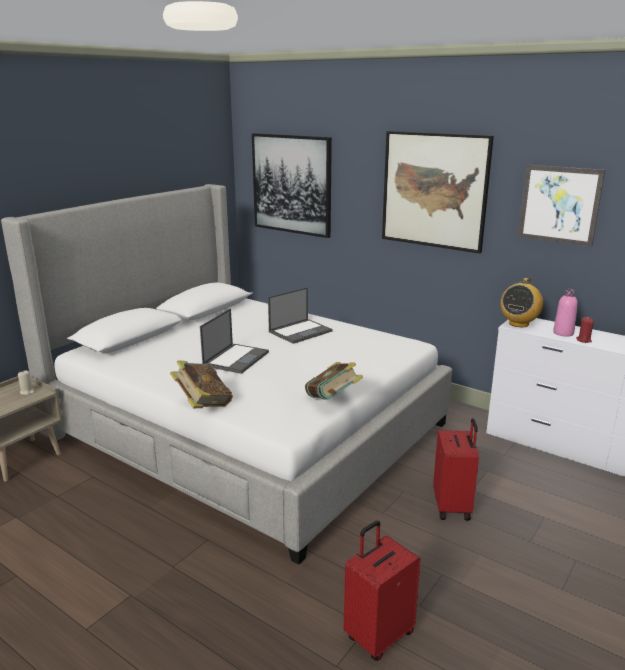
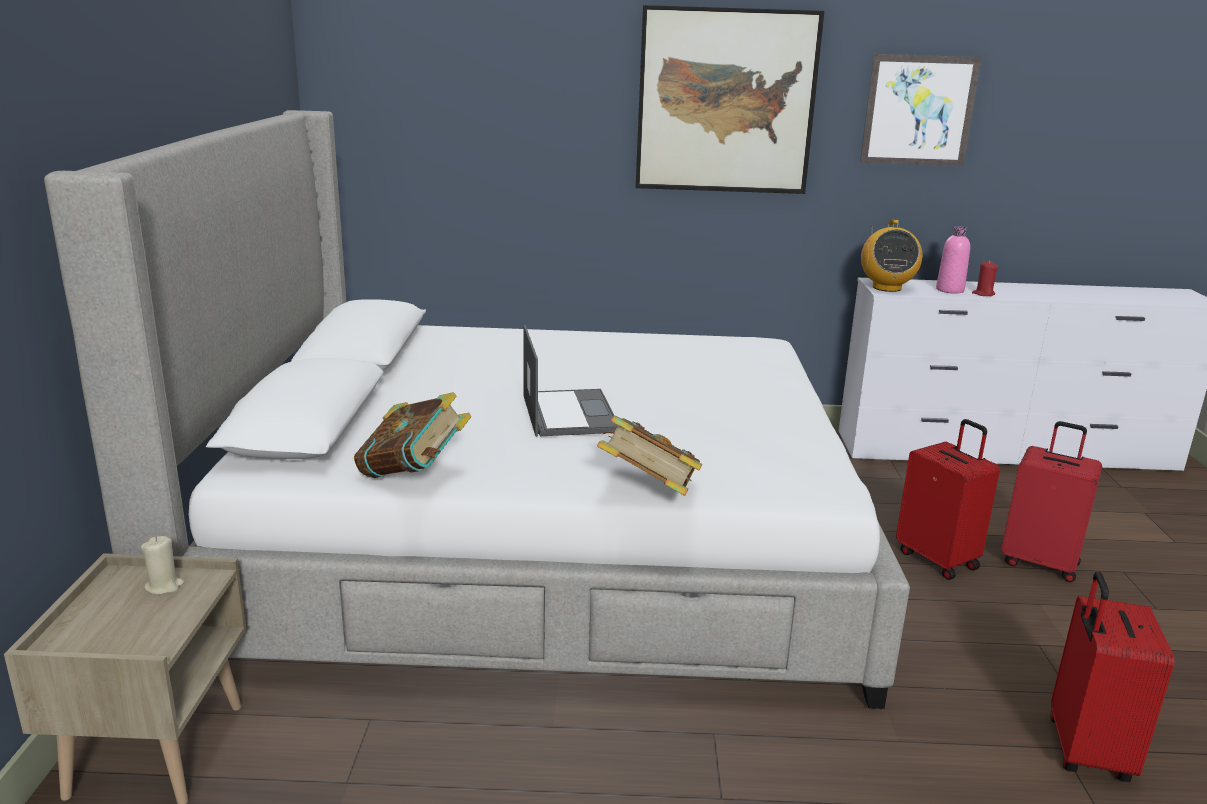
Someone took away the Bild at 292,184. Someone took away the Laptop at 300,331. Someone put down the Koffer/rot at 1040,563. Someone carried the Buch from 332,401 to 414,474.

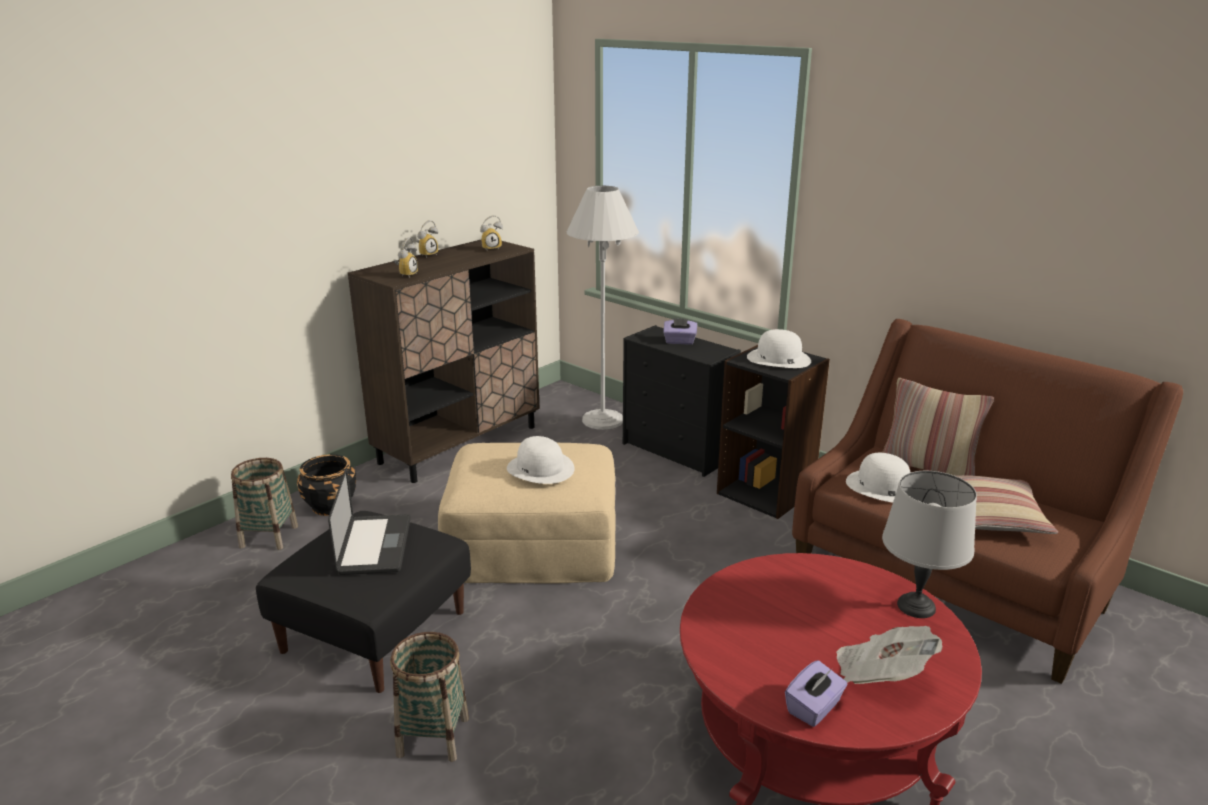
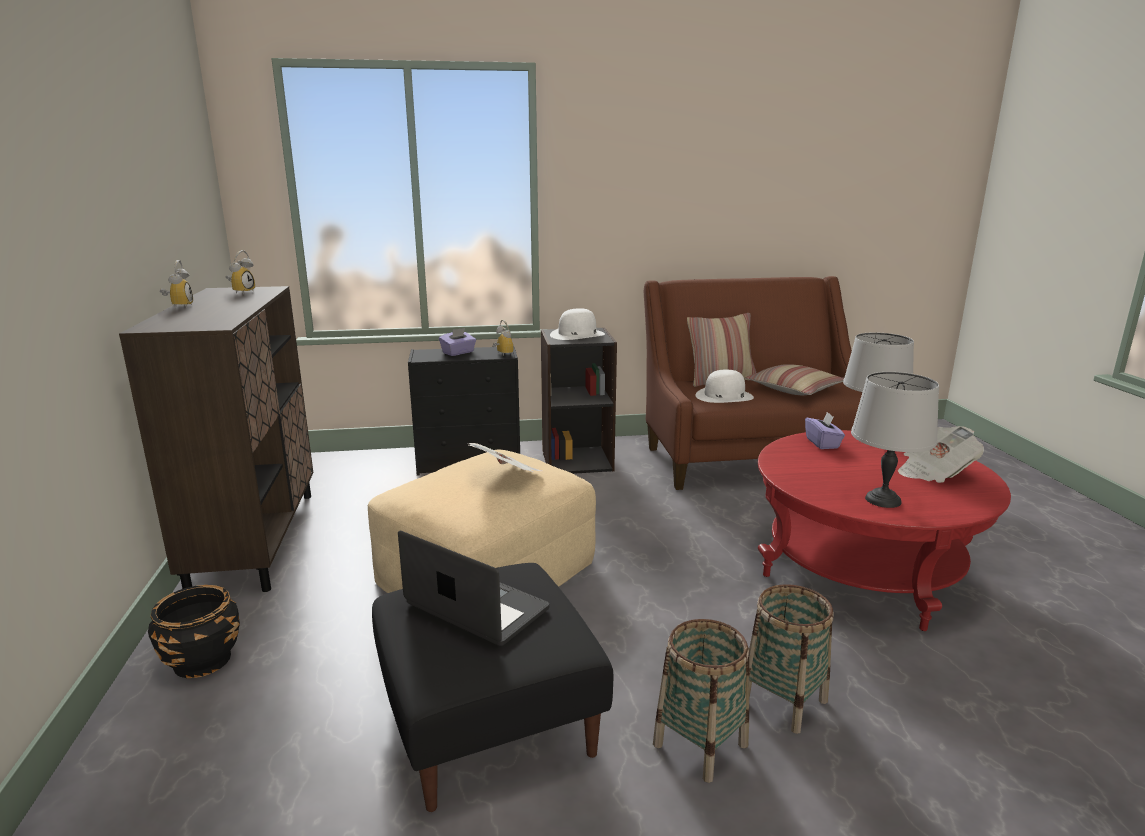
Someone took away the Stehlampe/weiß at 602,420. Someone put down the Tischlampe/grau at 882,499. Someone carried the Korb from 269,536 to 783,701. Someone carried the Wecker from 406,274 to 501,354. Someone carried the Taschentuchbox/lila from 814,708 to 822,443. Someone swapped the Hut/weiß at 540,468 for the Zeitung at 506,476.

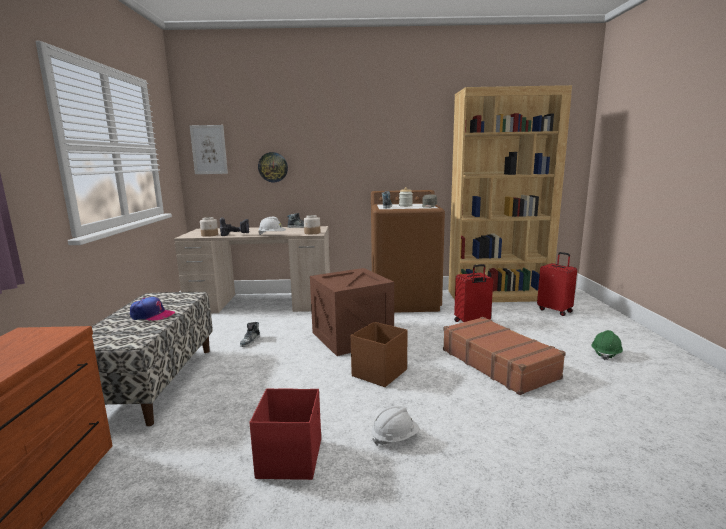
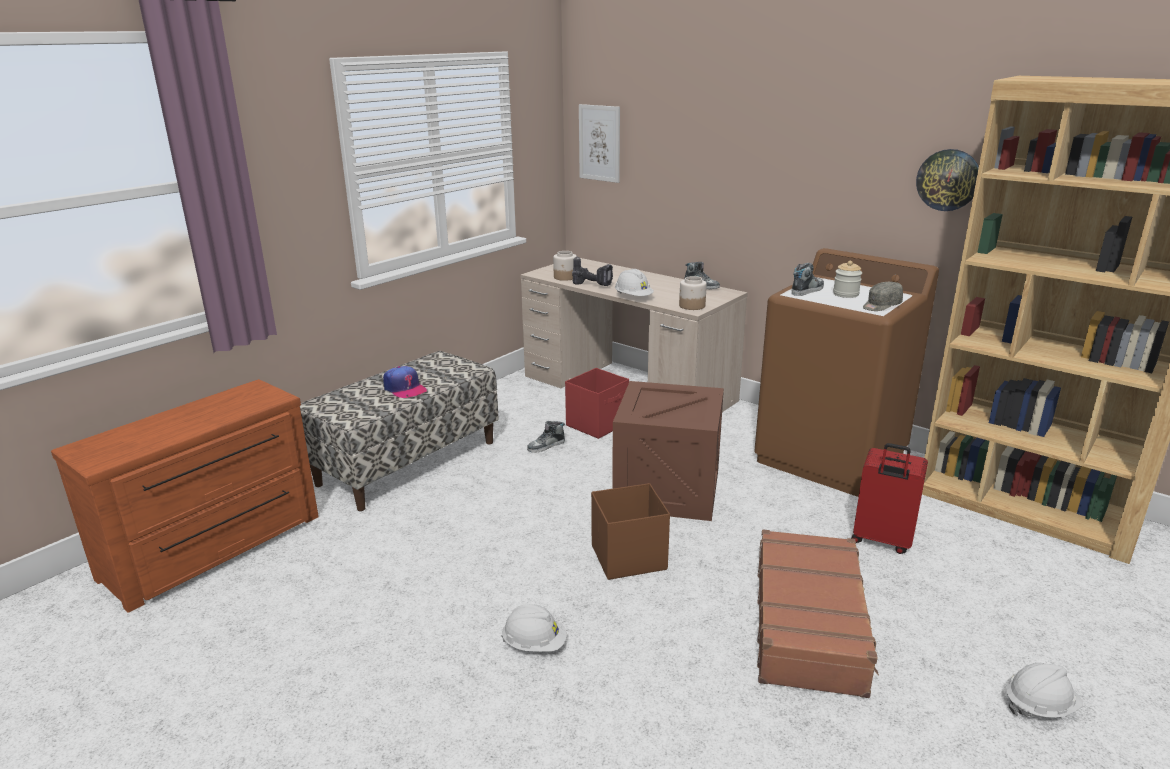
Someone took away the Koffer/rot at 555,310. Someone carried the Aufbewahrungsbox/rot from 291,458 to 598,424. Someone carried the Wanduhr from 273,167 to 948,180. Someone repainted the Schutzhelm/grün at 606,354, which became the Schutzhelm/weiß at 1039,706.

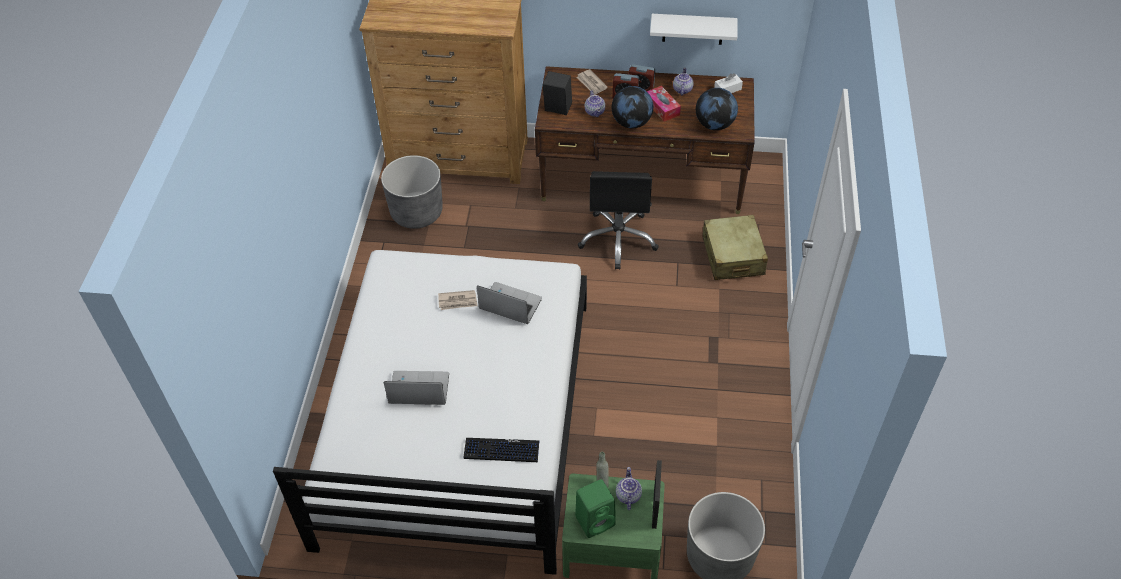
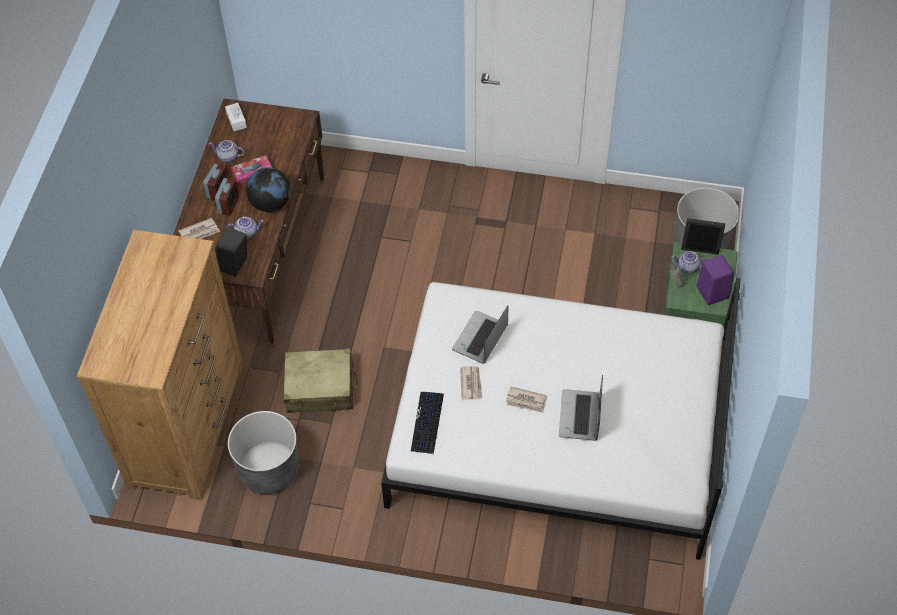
Someone took away the Bürostuhl/schwarz at 618,239. Someone took away the Wandregal/weiß at 693,29. Someone took away the Globus at 714,124. Someone put down the Zeitung at 526,401. Someone carried the Tastatur from 501,450 to 427,423. Someone carried the Koffer/beige from 732,256 to 320,388. Someone repainted the Lautsprecher/grün at 596,520, which became the Lautsprecher/lila at 711,291.

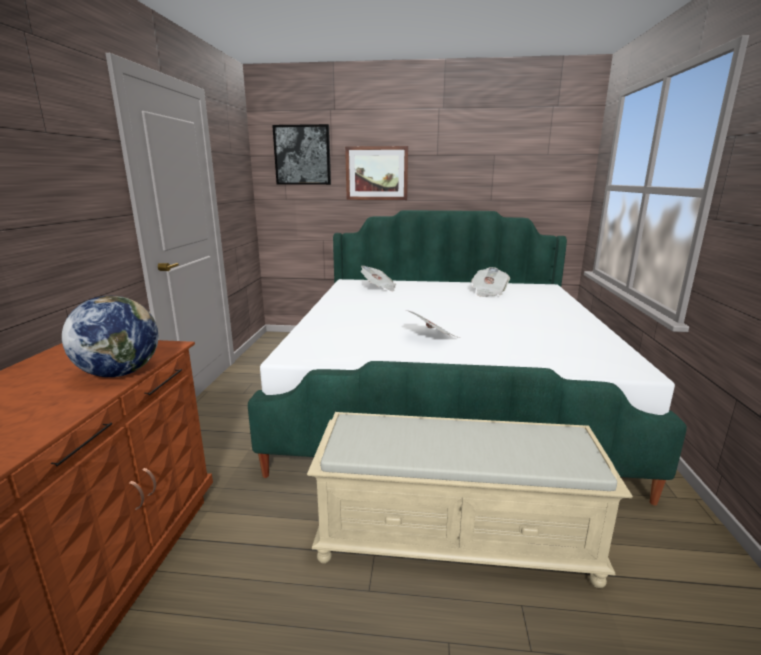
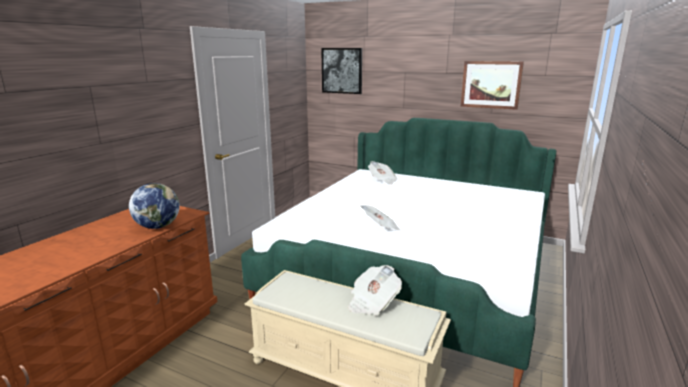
Someone carried the Bild from 376,173 to 491,84. Someone carried the Zeitung from 488,292 to 372,303.

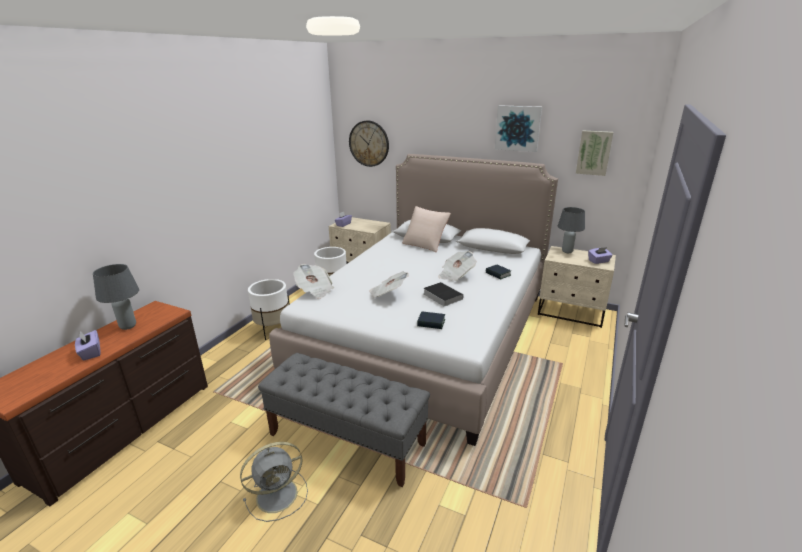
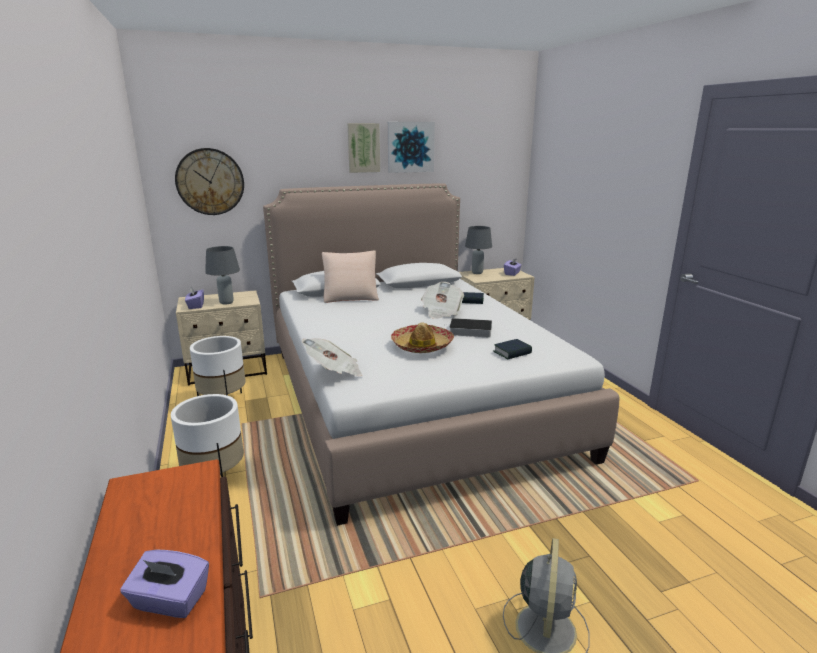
Someone took away the Bank/grau at 347,439. Someone carried the Tischlampe/grau from 127,326 to 226,303. Someone carried the Bild from 594,152 to 363,148. Someone swapped the Zeitung at 388,294 for the Hut at 422,345.

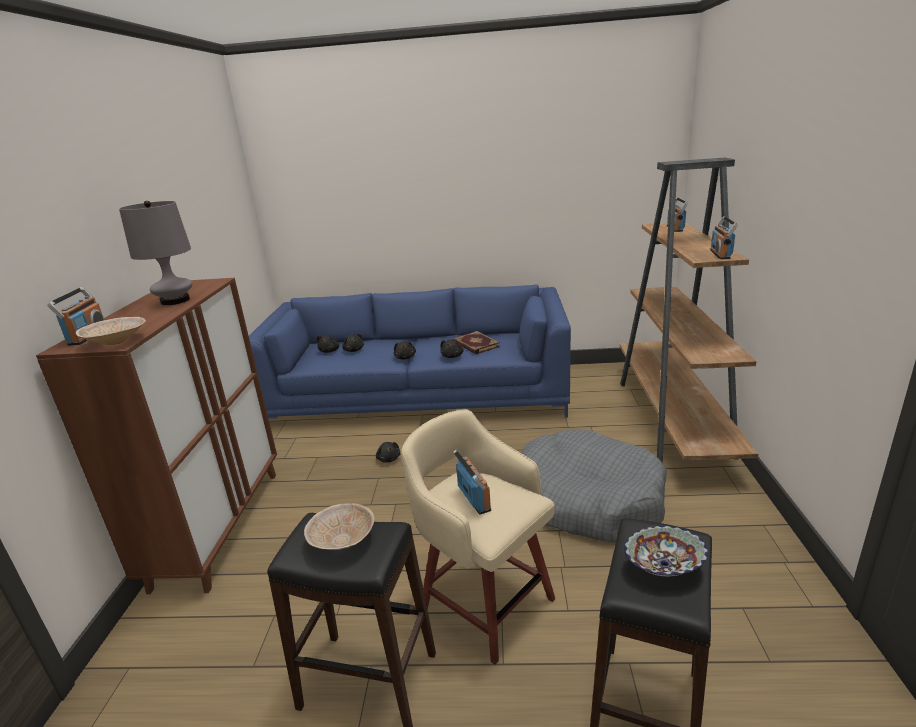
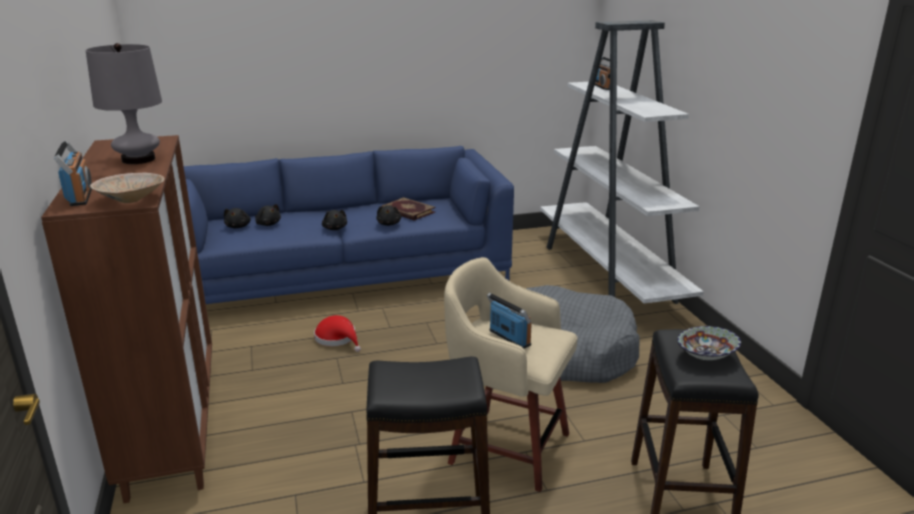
Someone took away the Schüssel/beige at 342,540. Someone took away the Radio at 720,254. Someone swapped the Plüschtier/schwarz at 388,458 for the Hut/rot at 337,339. Someone repainted the Bücherregal/braun at 673,418, which became the Bücherregal/weiß at 608,274.

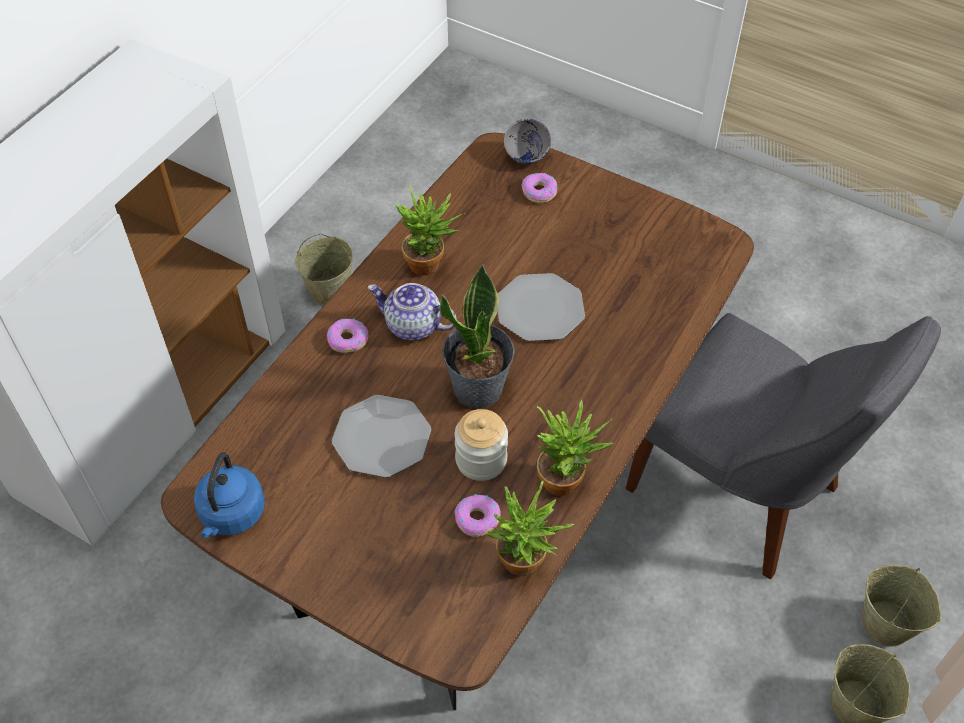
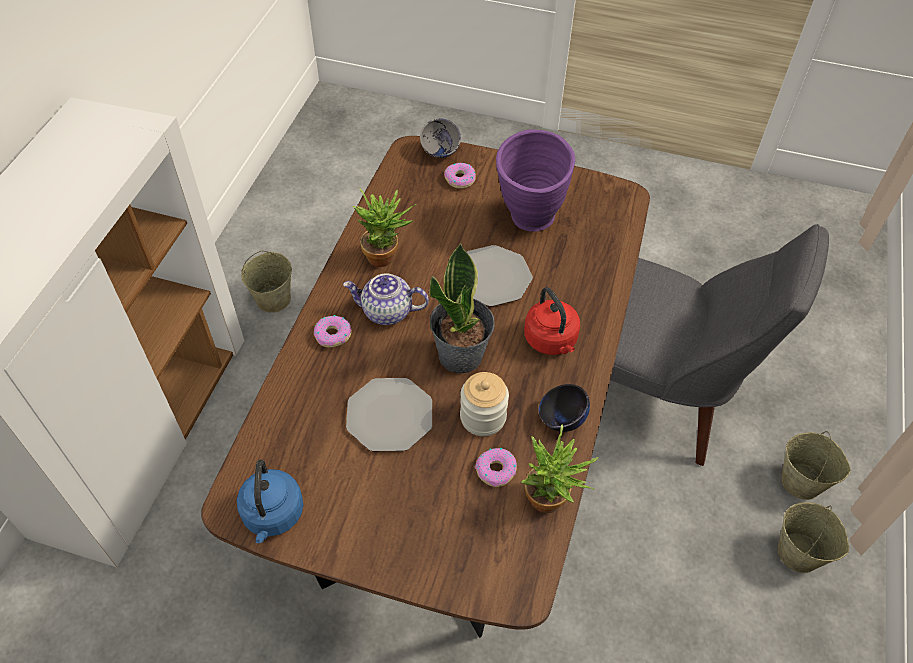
Someone put down the Vase/lila at 529,223. Someone put down the Wasserkessel/rot at 551,341. Someone swapped the Topfpflanze at 566,479 for the Schüssel/schwarz at 561,419.

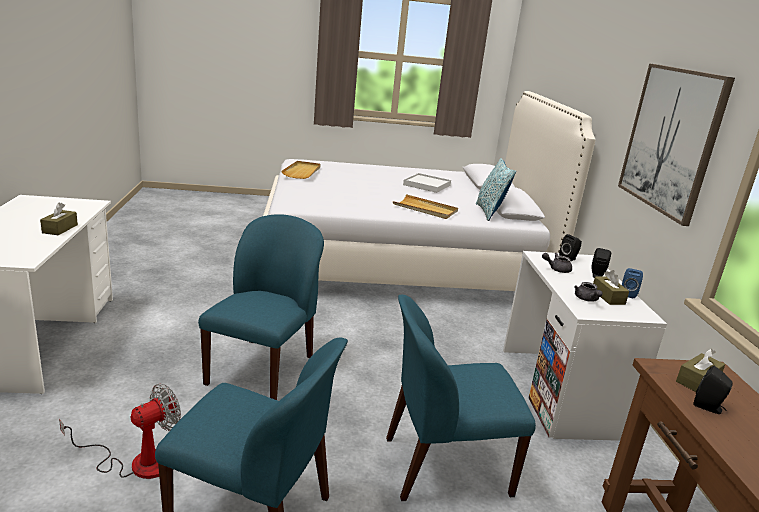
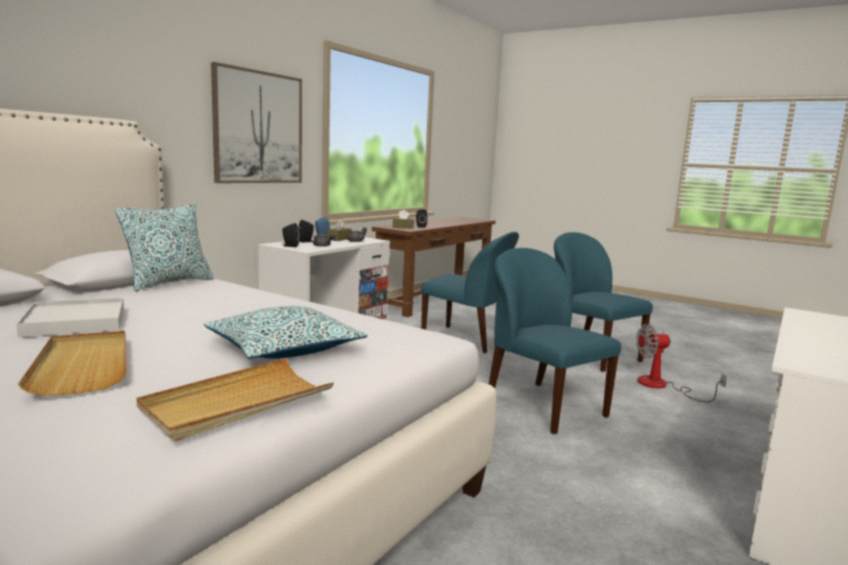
Someone took away the Taschentuchbox/braun at 60,229. Someone put down the Kissen at 284,348. Someone carried the Tablett/beige from 425,209 to 83,365. Someone rotated the Stuhl/blau at 262,369 by 90 degrees clockwise.

